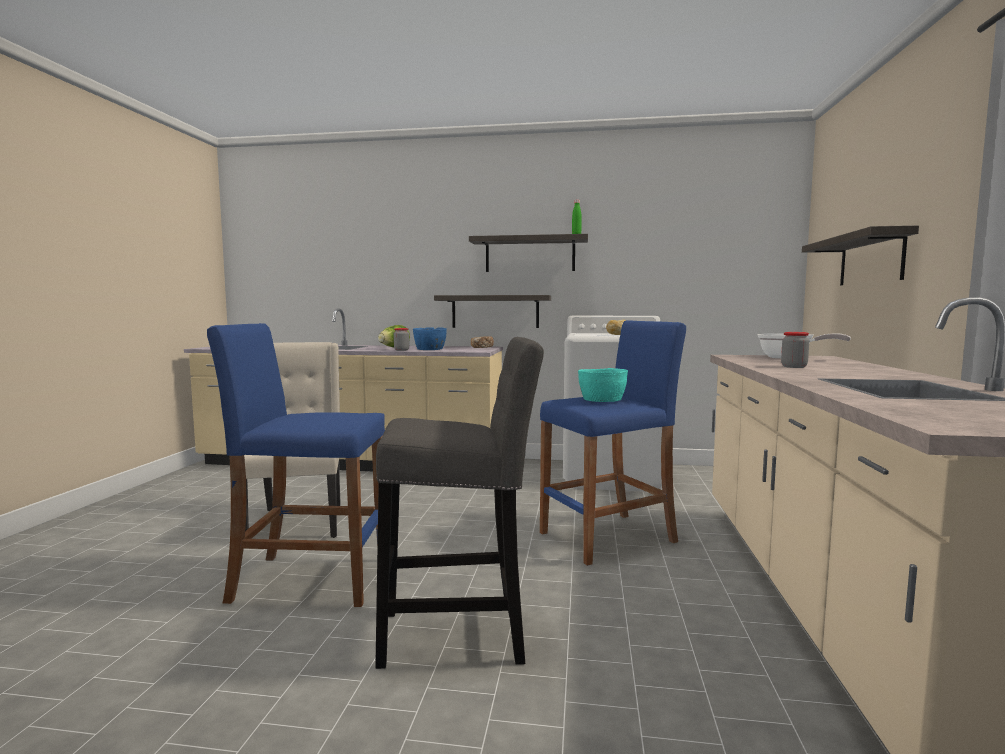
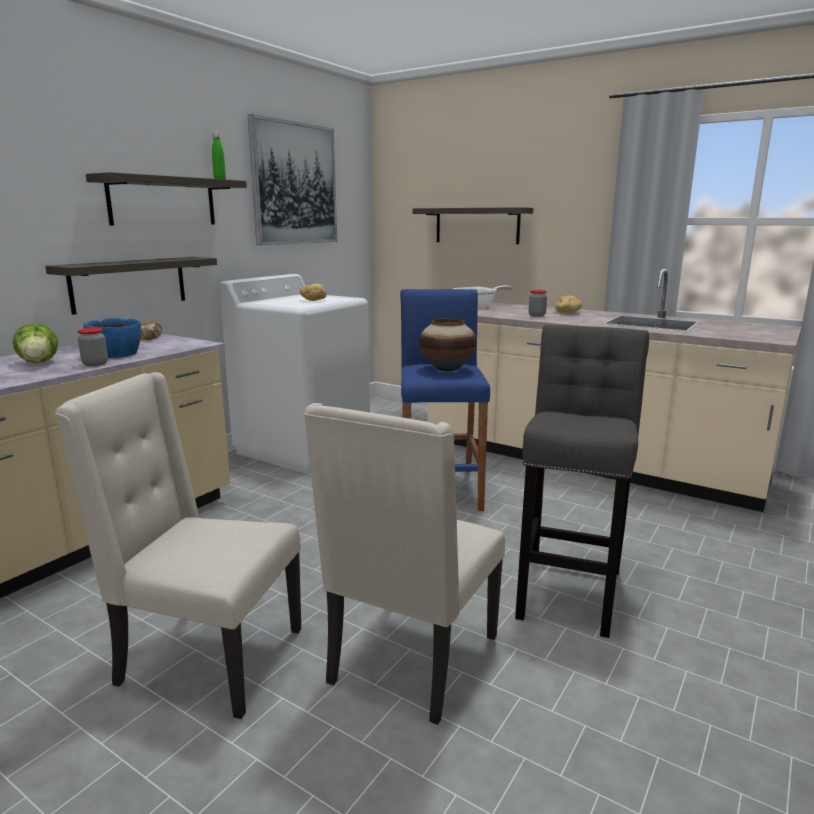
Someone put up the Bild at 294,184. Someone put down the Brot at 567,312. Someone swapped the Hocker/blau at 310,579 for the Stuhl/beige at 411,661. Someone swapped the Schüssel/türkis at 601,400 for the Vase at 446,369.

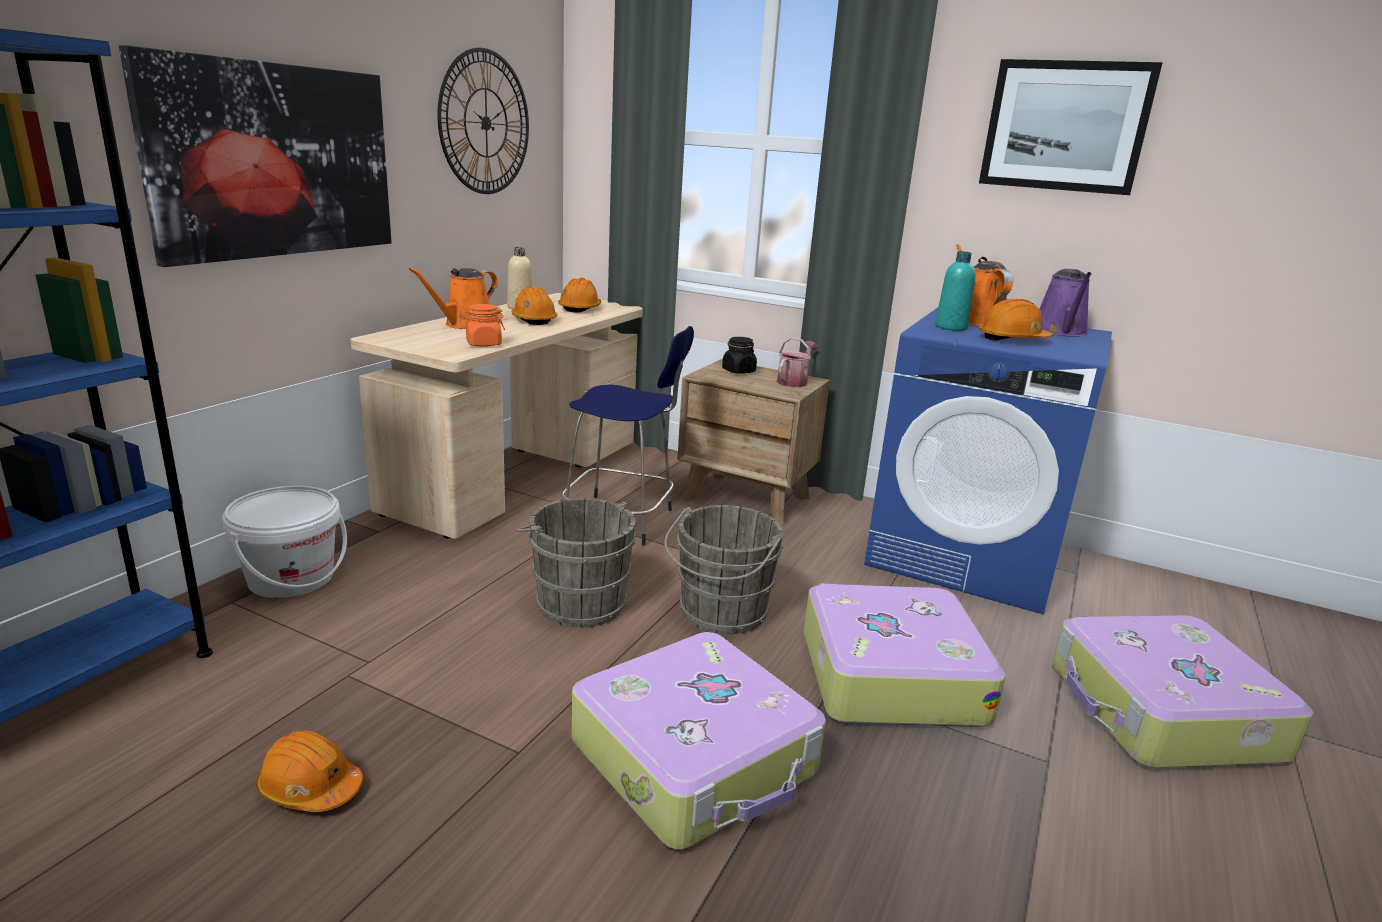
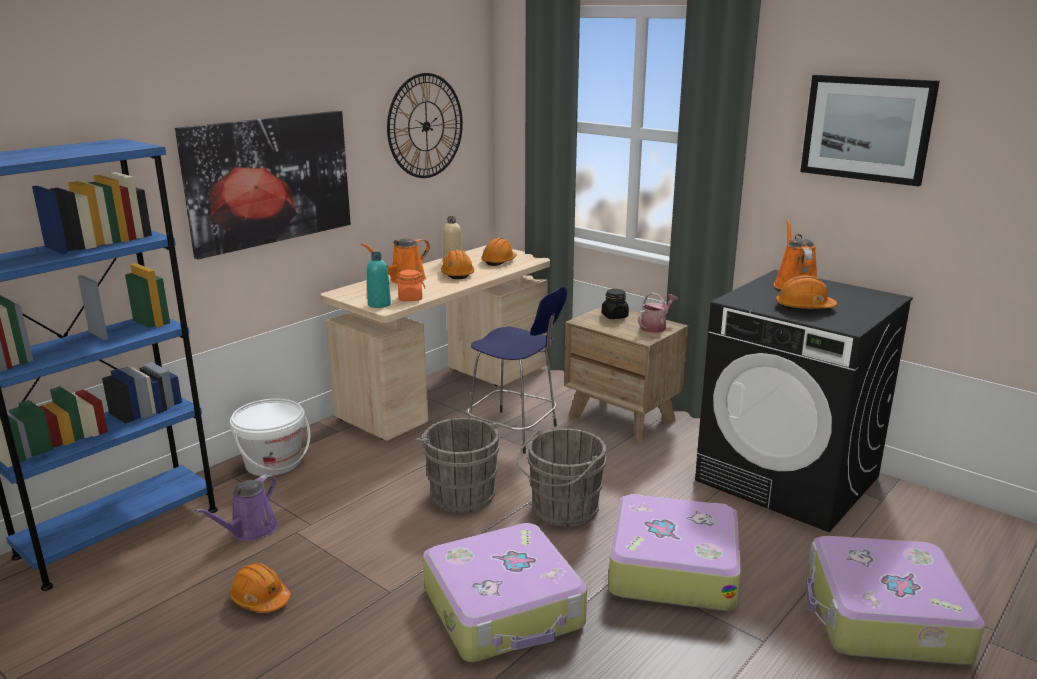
Someone carried the Flasche/türkis from 951,327 to 379,304. Someone carried the Gießkanne/lila from 1060,332 to 250,531. Someone repainted the Waschmaschine/blau at 966,556, which became the Waschmaschine/schwarz at 788,479.

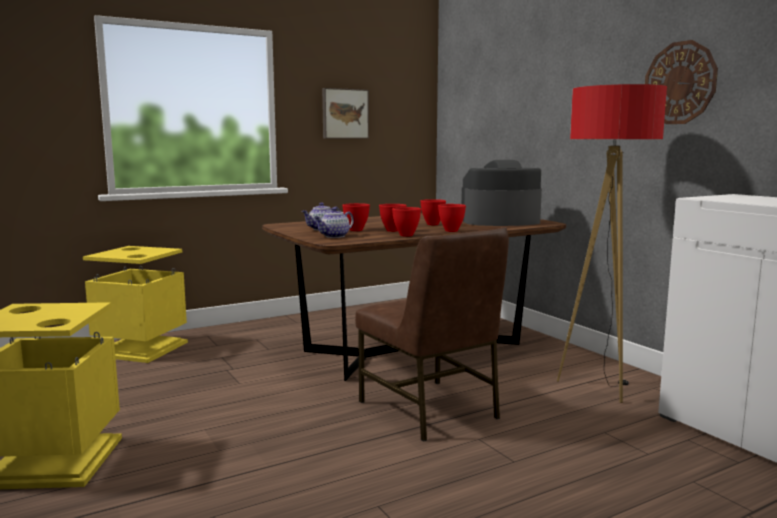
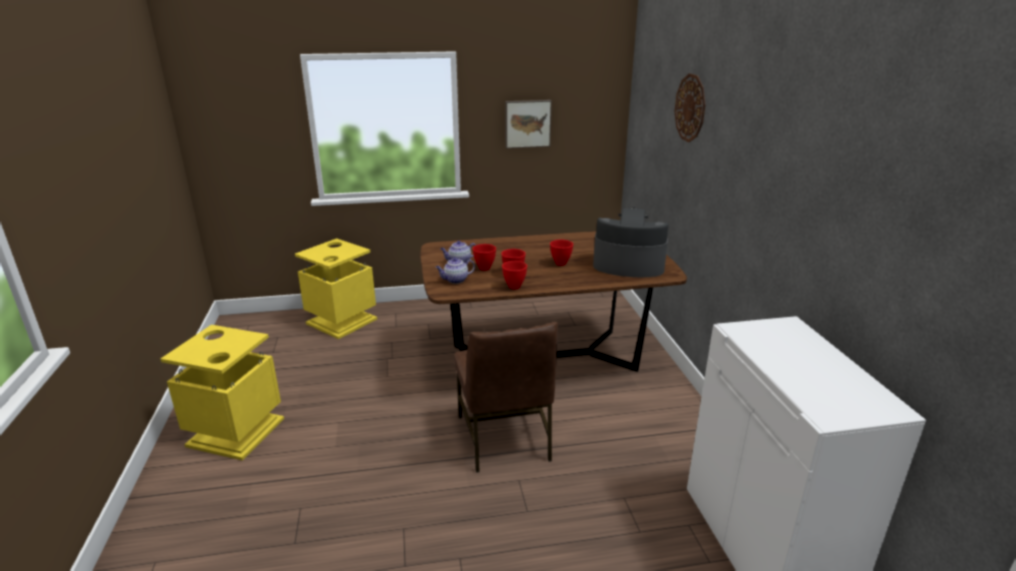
Someone took away the Schüssel/rot at 451,231. Someone took away the Stehlampe at 600,386. Someone carried the Wanduhr from 680,83 to 690,108.

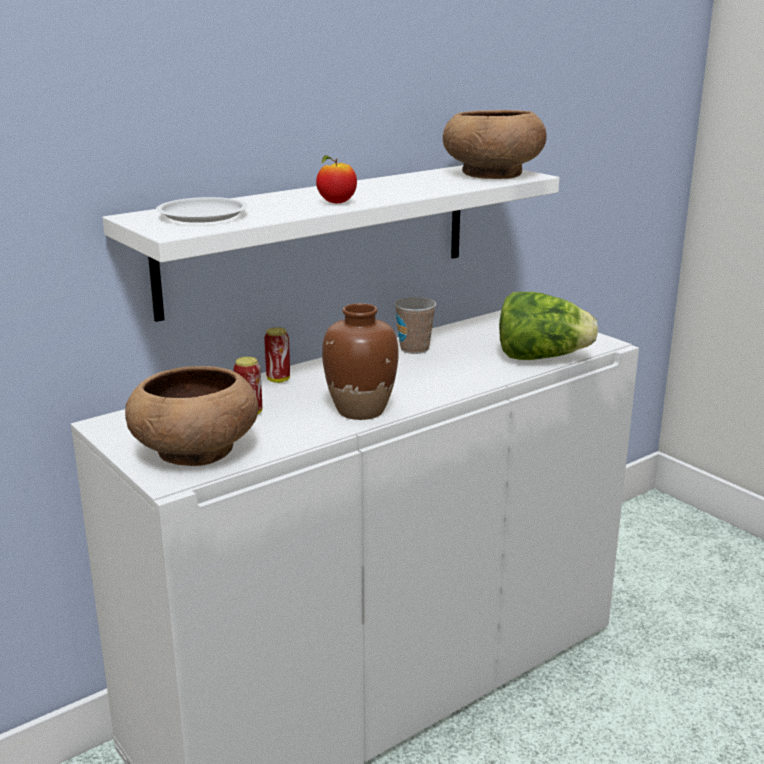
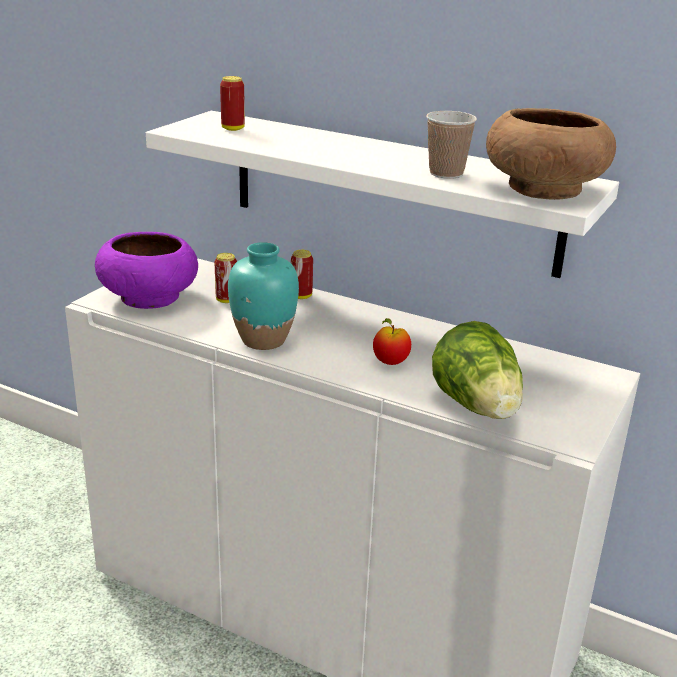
Someone carried the Apfel from 336,203 to 390,362. Someone carried the Tasse from 414,349 to 446,173. Someone swapped the Teller/weiß at 202,216 for the Dose at 233,129. Someone repainted the Schüssel/braun at 194,450, which became the Schüssel/lila at 149,297. Someone repainted the Vase/braun at 361,410, which became the Vase/türkis at 263,340.

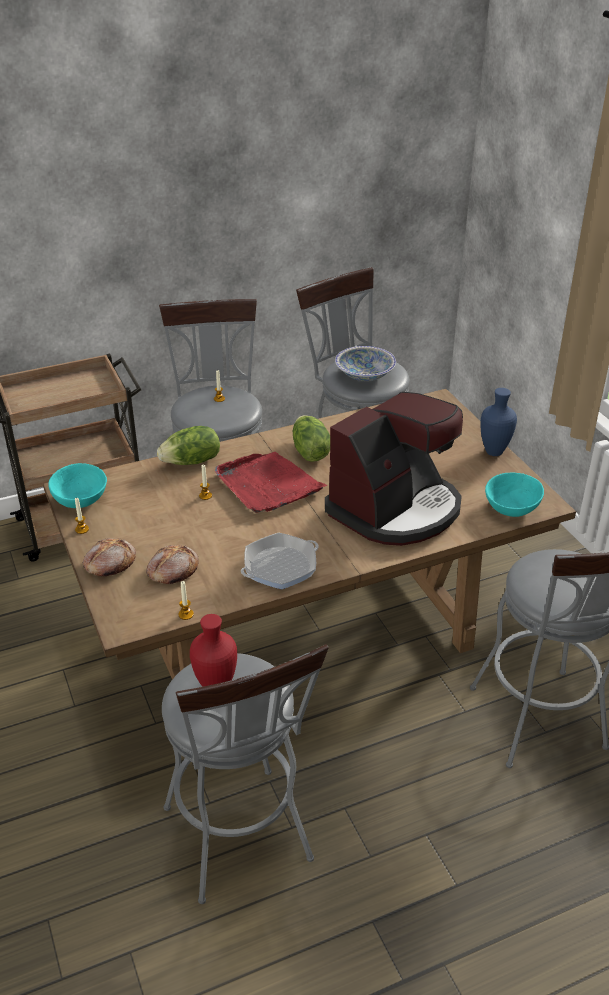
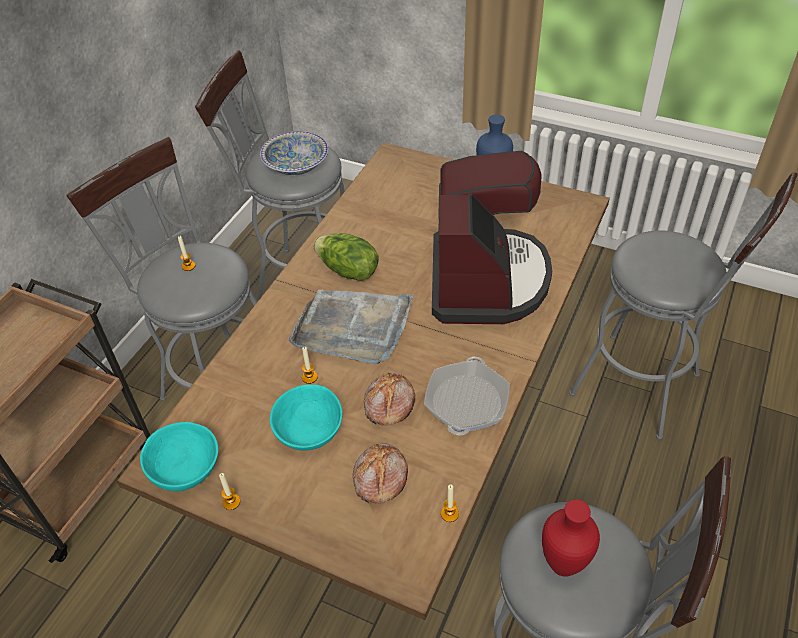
Someone took away the Salatkopf at 192,462. Someone carried the Brot from 109,563 to 388,404. Someone carried the Schüssel/türkis from 511,507 to 308,430. Someone repainted the Tablett/rot at 268,485, which became the Tablett/grau at 353,328.

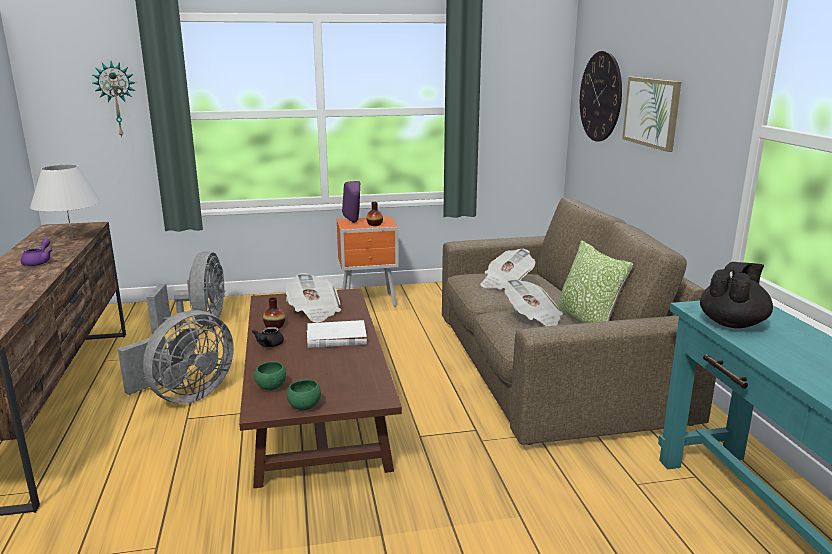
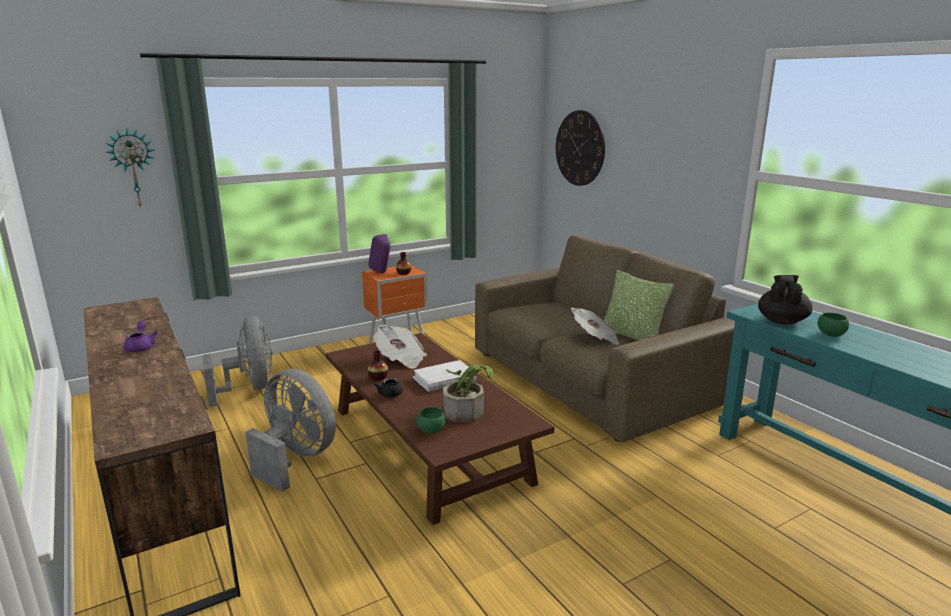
Someone took away the Tischlampe/weiß at 72,237. Someone took away the Zeitung at 505,283. Someone took away the Bild at 652,112. Someone put down the Topfpflanze at 467,410. Someone carried the Schüssel/grün from 304,406 to 830,334. Someone rotated the Ventilator/grau at 185,396 by 75 degrees counterclockwise.

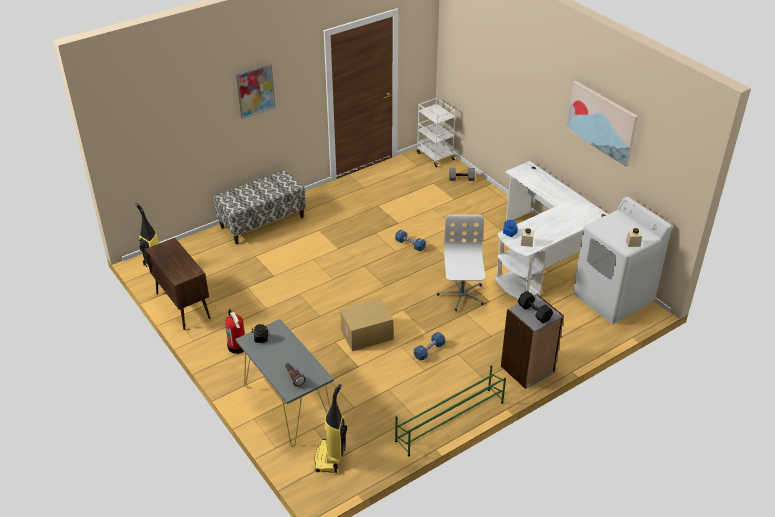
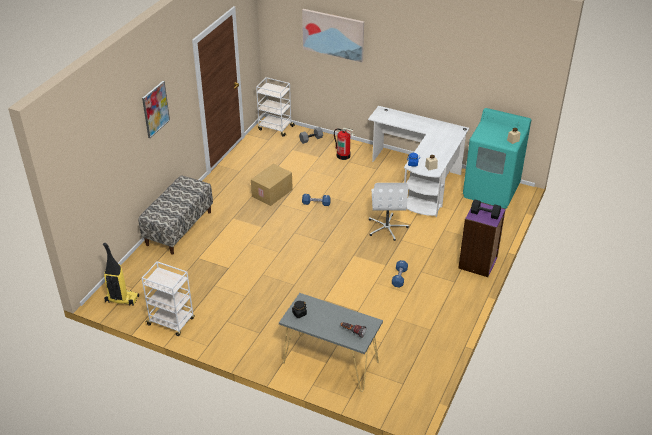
Someone took away the Staubsauger at 330,458. Someone took away the Schuhregal/grün at 449,421. Someone carried the Feuerlöscher from 238,346 to 343,155. Someone carried the Karton from 367,335 to 272,193. Someone carried the Bild from 602,122 to 333,34. Someone swapped the Schrank/braun at 182,306 for the Rollwagen/weiß at 171,322. Someone repainted the Bücherregal/grau at 527,370, which became the Bücherregal/lila at 478,263. Someone repainted the Waschmaschine/weiß at 613,298, which became the Waschmaschine/türkis at 491,190. Someone rotated the Bürostuhl/weiß at 461,295 by 150 degrees counterclockwise.

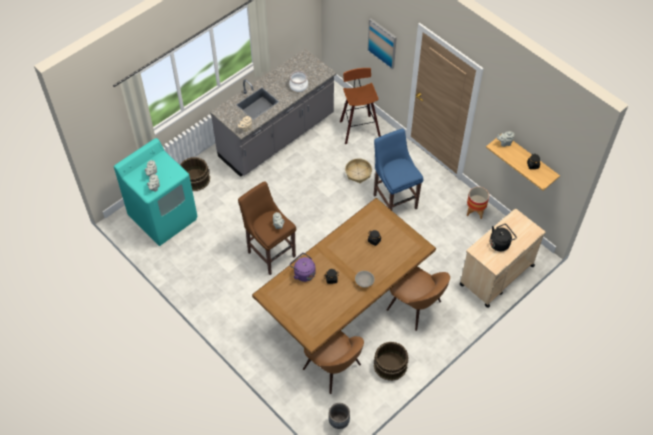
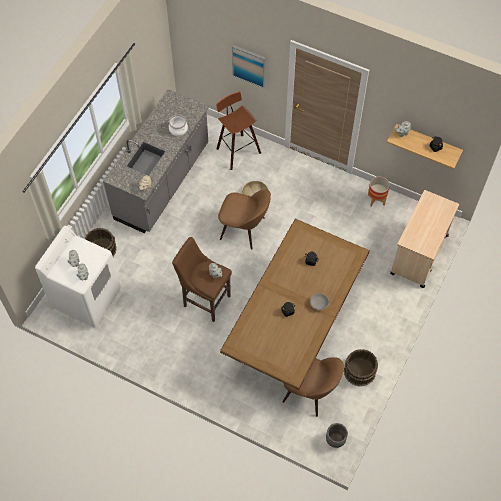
Someone took away the Wasserkessel/lila at 303,273. Someone took away the Hocker/blau at 394,200. Someone took away the Wasserkessel/schwarz at 500,243. Someone carried the Stuhl/braun from 415,307 to 244,229. Someone repainted the Waschmaschine/türkis at 163,217, which became the Waschmaschine/weiß at 87,298.

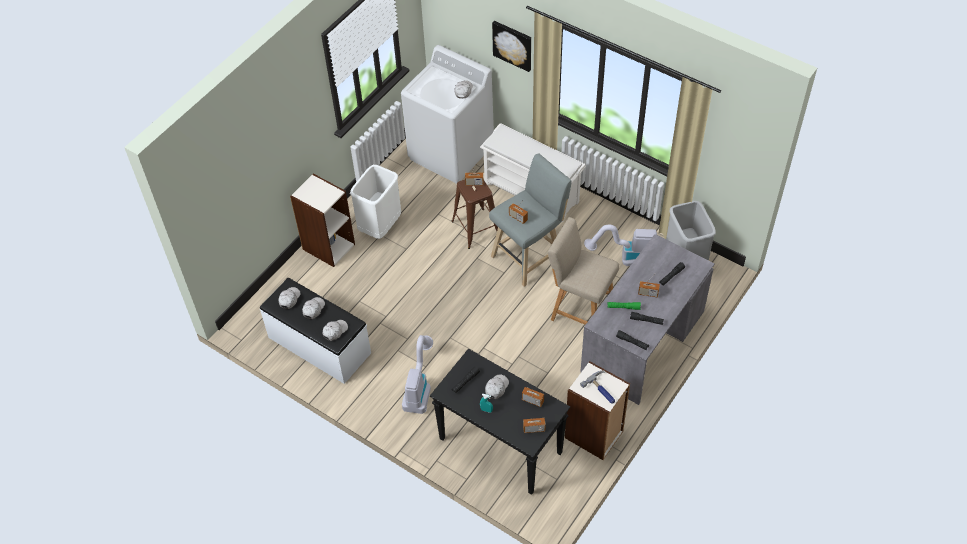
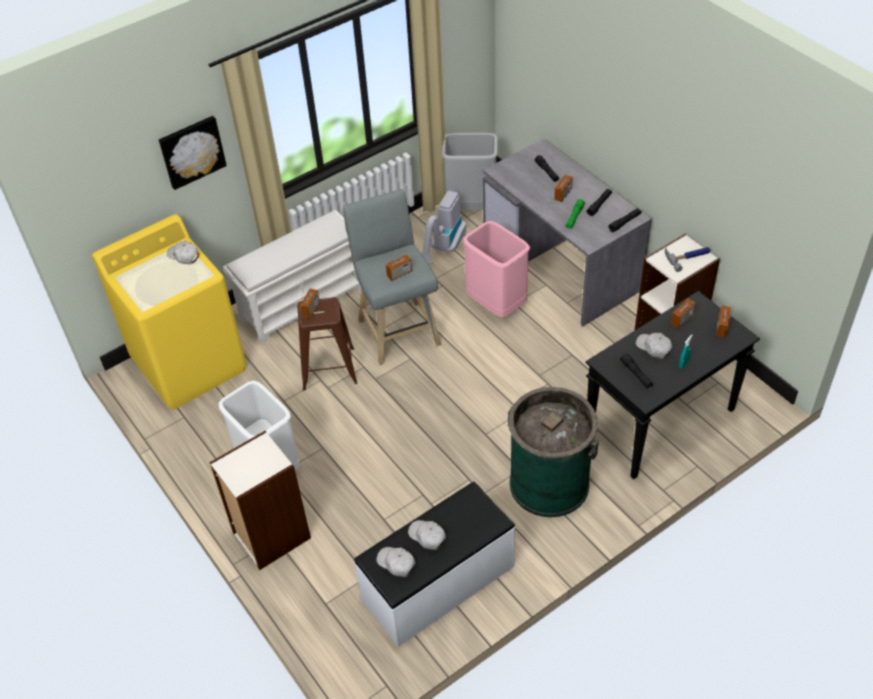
Someone took away the Kappe/weiß at 335,331. Someone swapped the Staubsauger at 419,387 for the Mülleimer/grün at 549,483. Someone swapped the Stuhl/beige at 579,309 for the Mülleimer/rosa at 495,305. Someone repainted the Waschmaschine/weiß at 451,152, which became the Waschmaschine/gelb at 190,364.

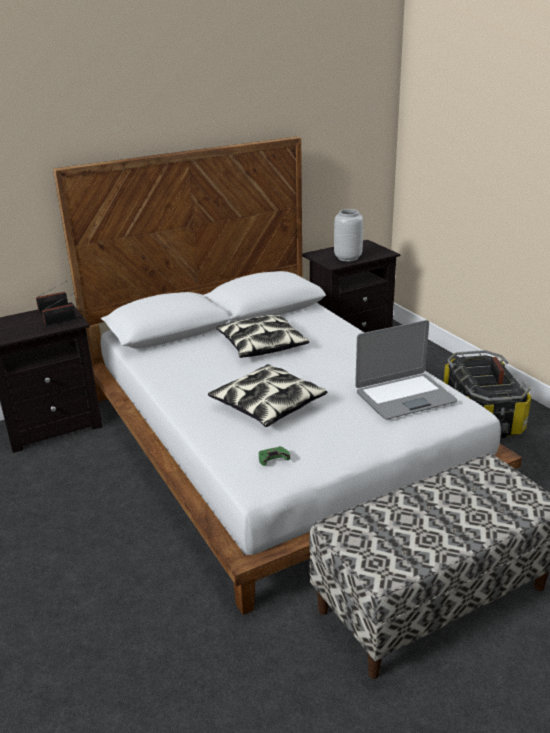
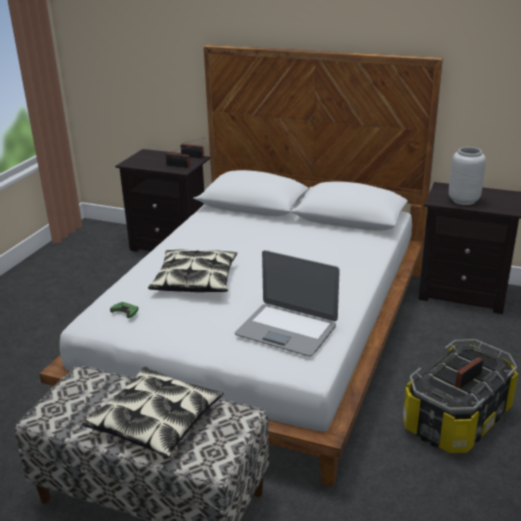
Someone carried the Kissen from 261,345 to 156,421.

